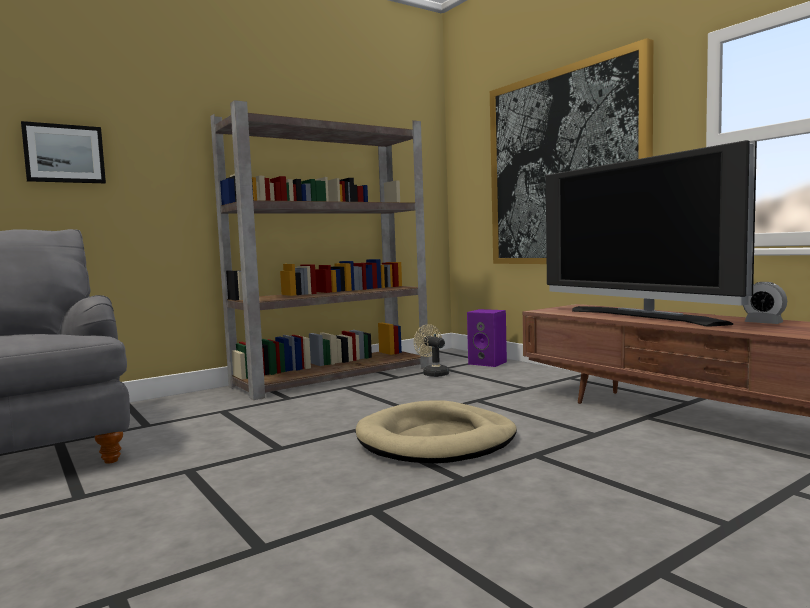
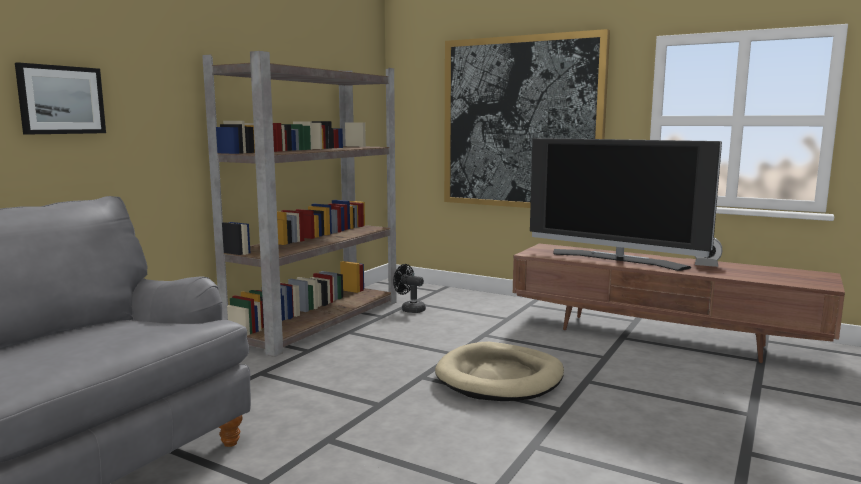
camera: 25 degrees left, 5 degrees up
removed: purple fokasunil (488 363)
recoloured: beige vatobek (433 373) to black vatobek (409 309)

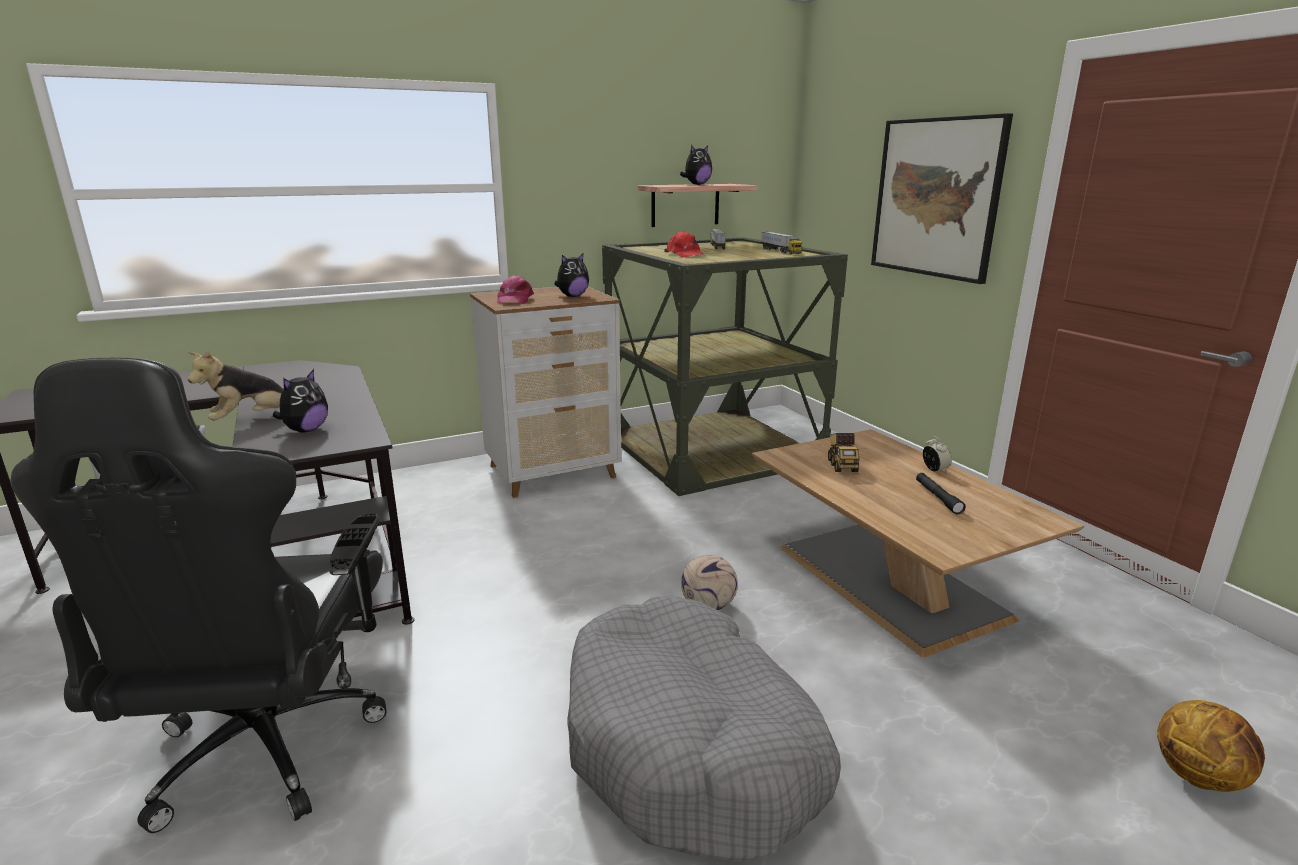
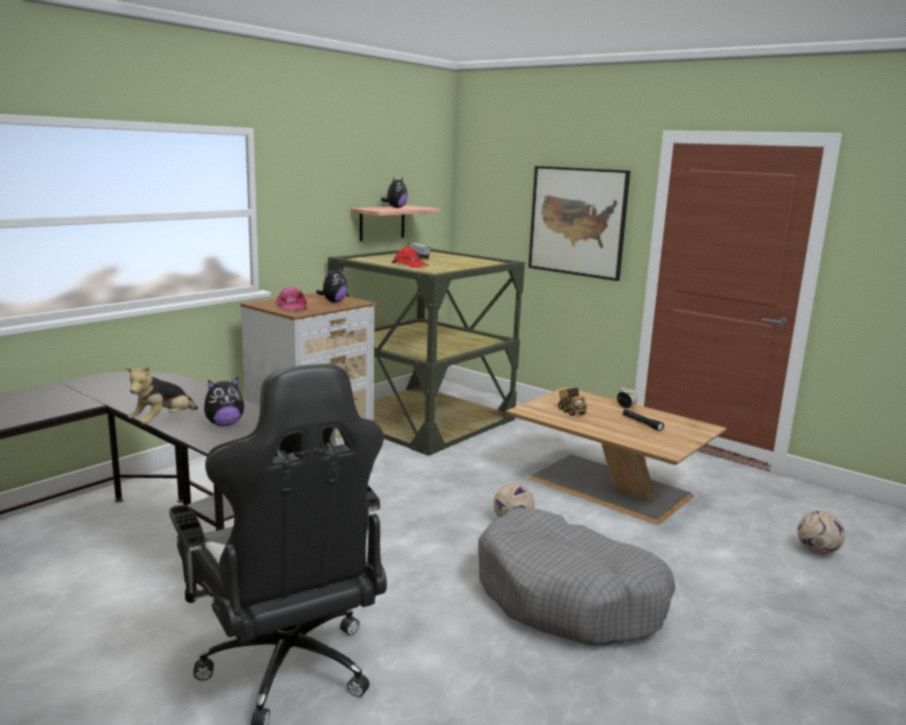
camera: 25 degrees left, 5 degrees down
removed: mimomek (780 251)
replaced: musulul (1199 776) to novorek (817 551)
turned: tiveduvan (305 430) = (224 424) 60 degrees clockwise

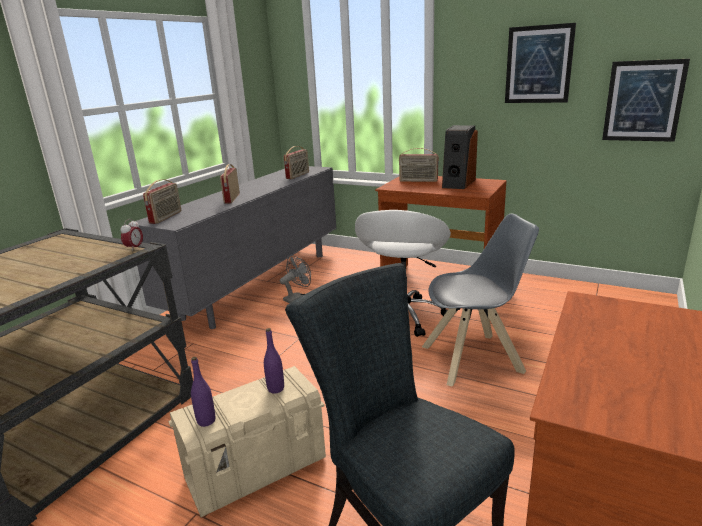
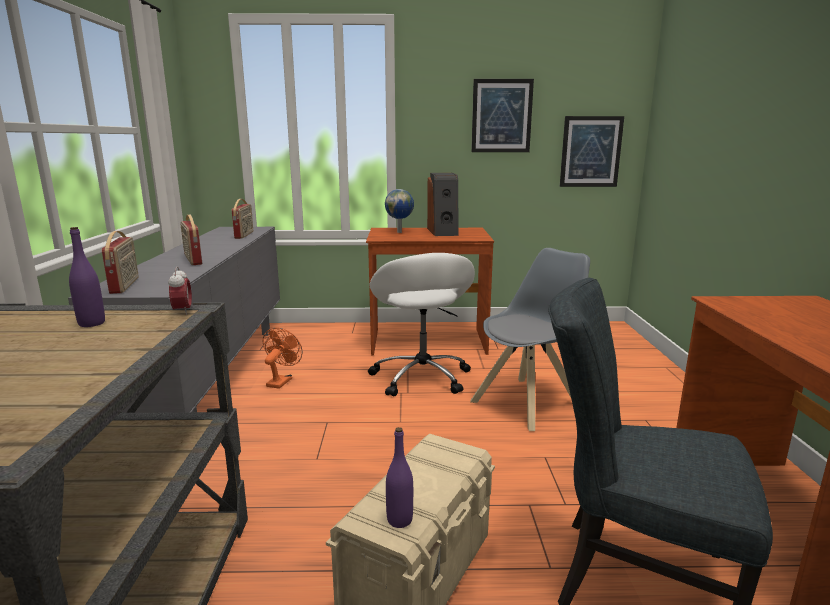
camera: 30 degrees left, 5 degrees down
moved: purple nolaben (276 389) to (92 323)
replaced: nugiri (418 181) to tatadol (400 232)
recoloured: grey vatobek (297 297) to orange vatobek (281 381)

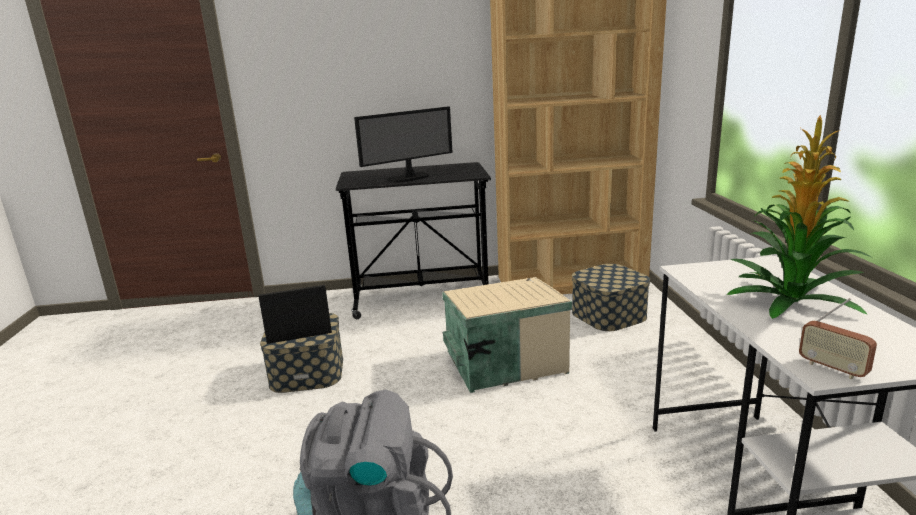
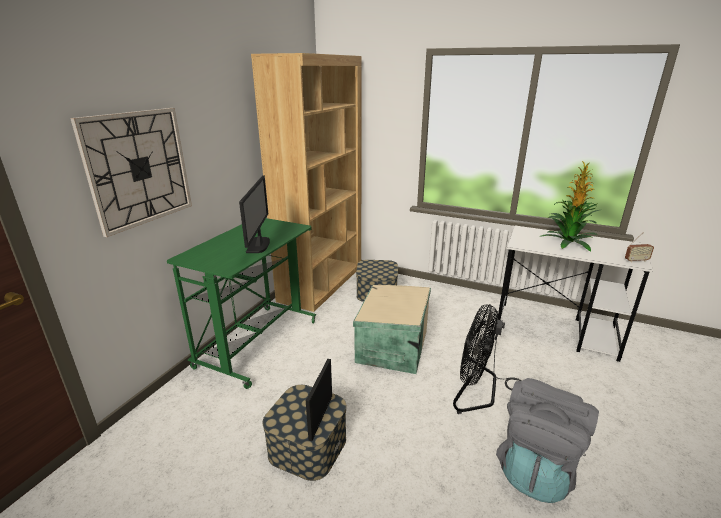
camera: 60 degrees left, 5 degrees up
added: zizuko (139 168); black vatobek (481 386)
recoloured: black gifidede (422 297) to green gifidede (258 343)

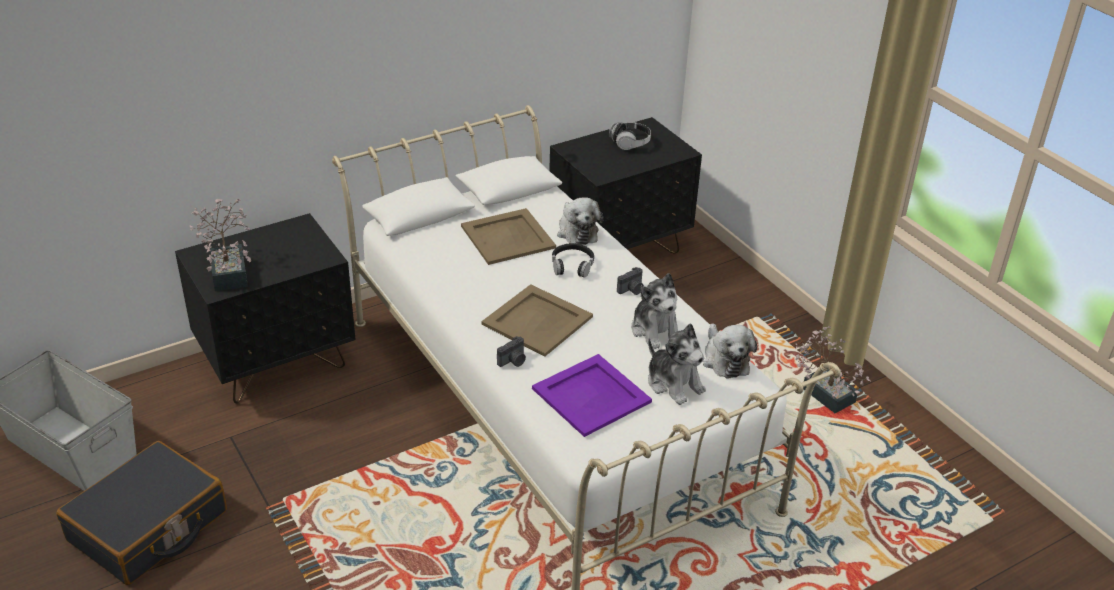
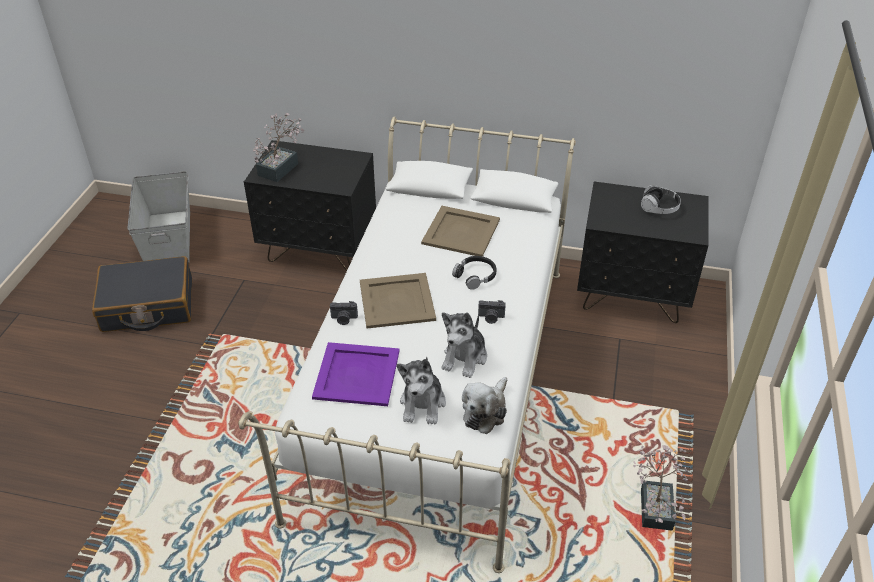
camera: 45 degrees right, 5 degrees up
removed: tiveduvan (577 231)

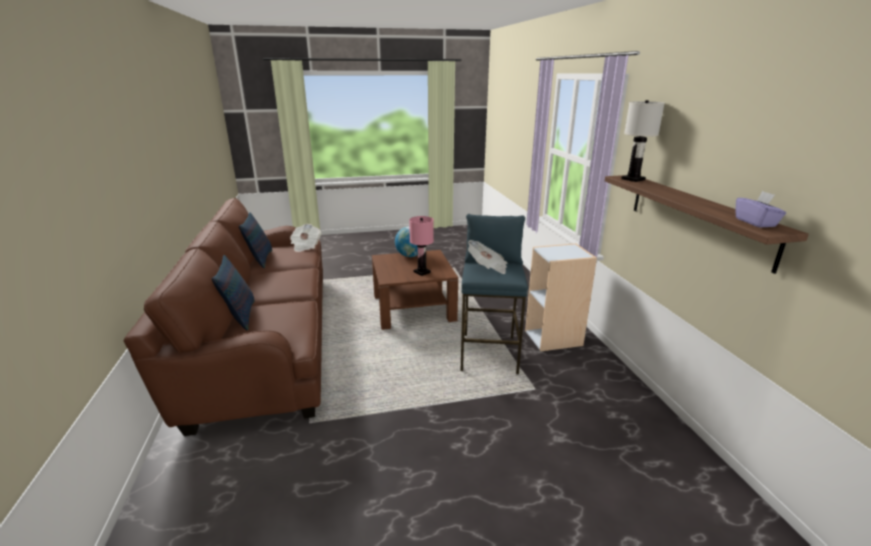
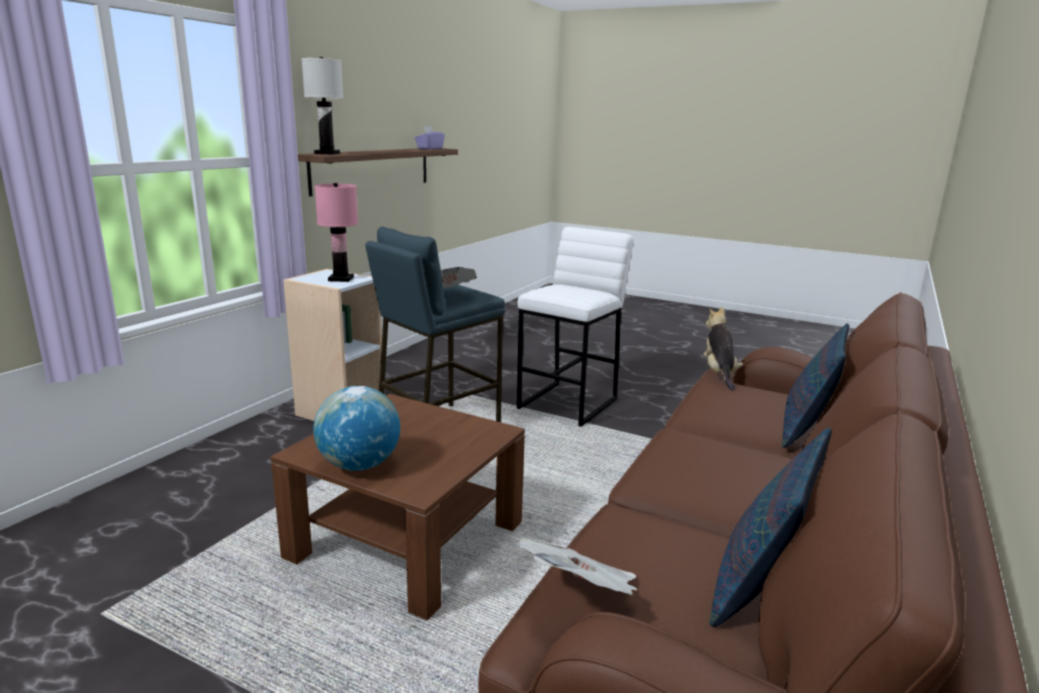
camera: 140 degrees left, 5 degrees down
added: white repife (569 403); tiveduvan (719 373)
moved: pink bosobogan (422 272) to (340 279)

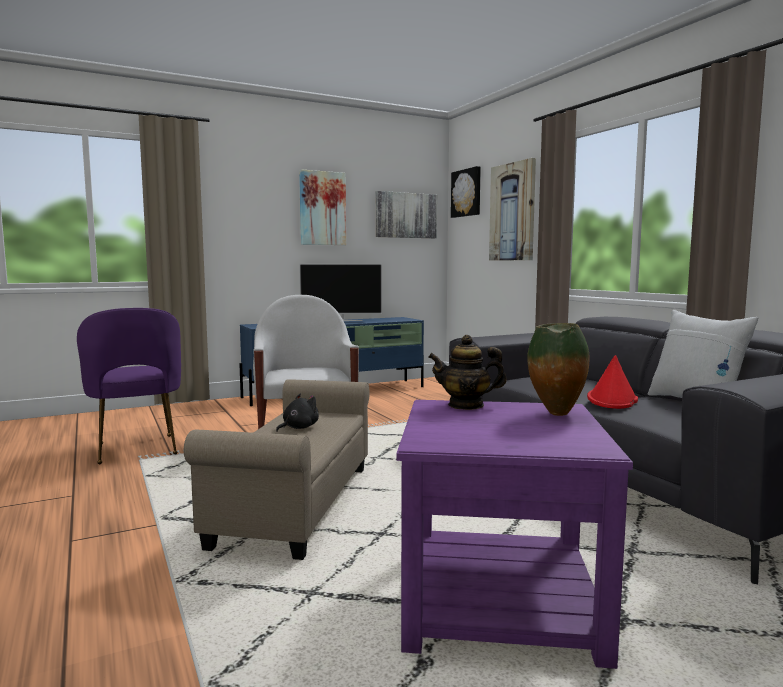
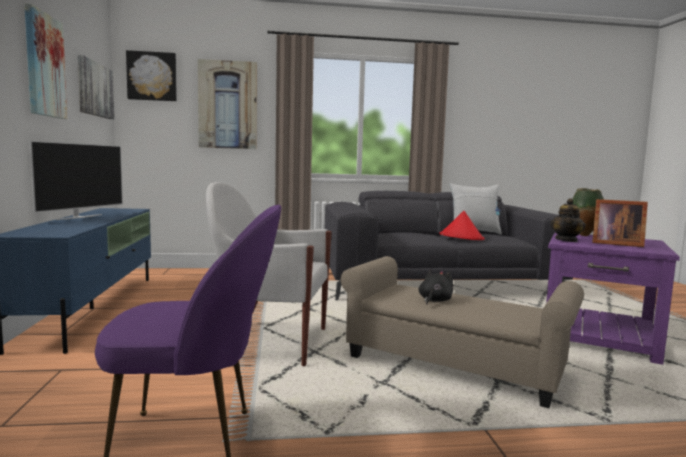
camera: 70 degrees left, 0 degrees up
added: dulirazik (614 243)
turned: black tiveduvan (298 427) = (434 300) 60 degrees clockwise

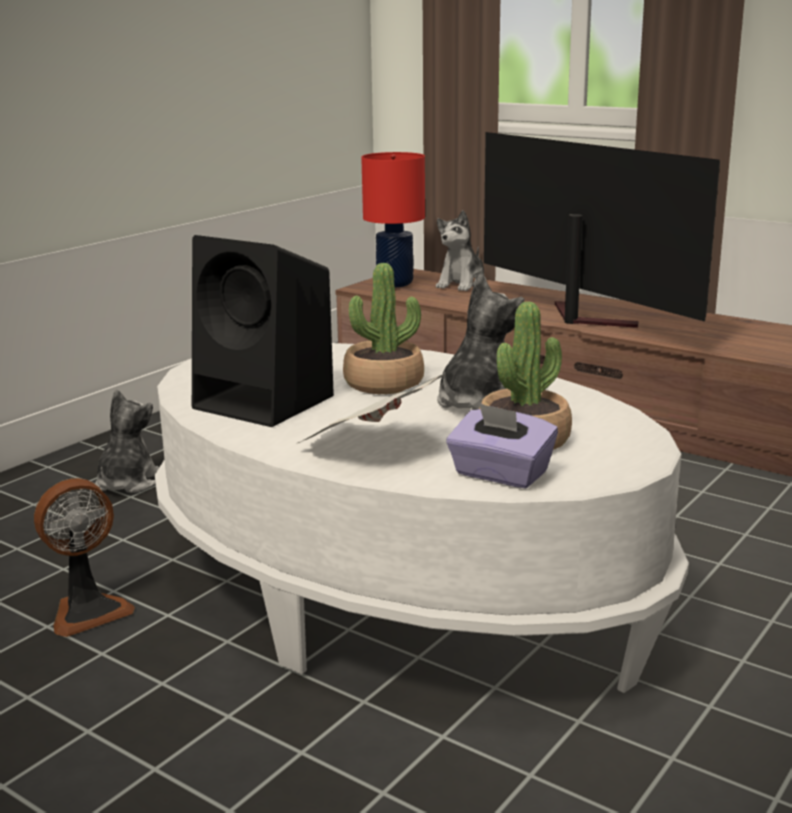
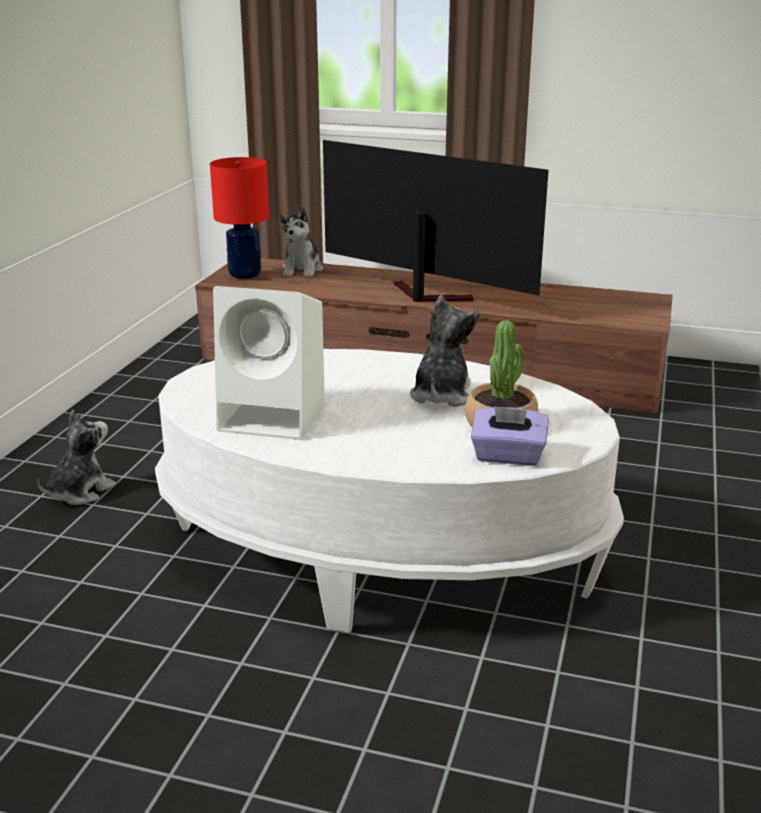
camera: 20 degrees left, 5 degrees up
removed: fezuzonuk (383 383); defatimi (370 447); vatobek (88 611)
recoloured: black fokasunil (267 402) to white fokasunil (275 417)
turned: tiveduvan (127 483) = (80 492) 45 degrees clockwise

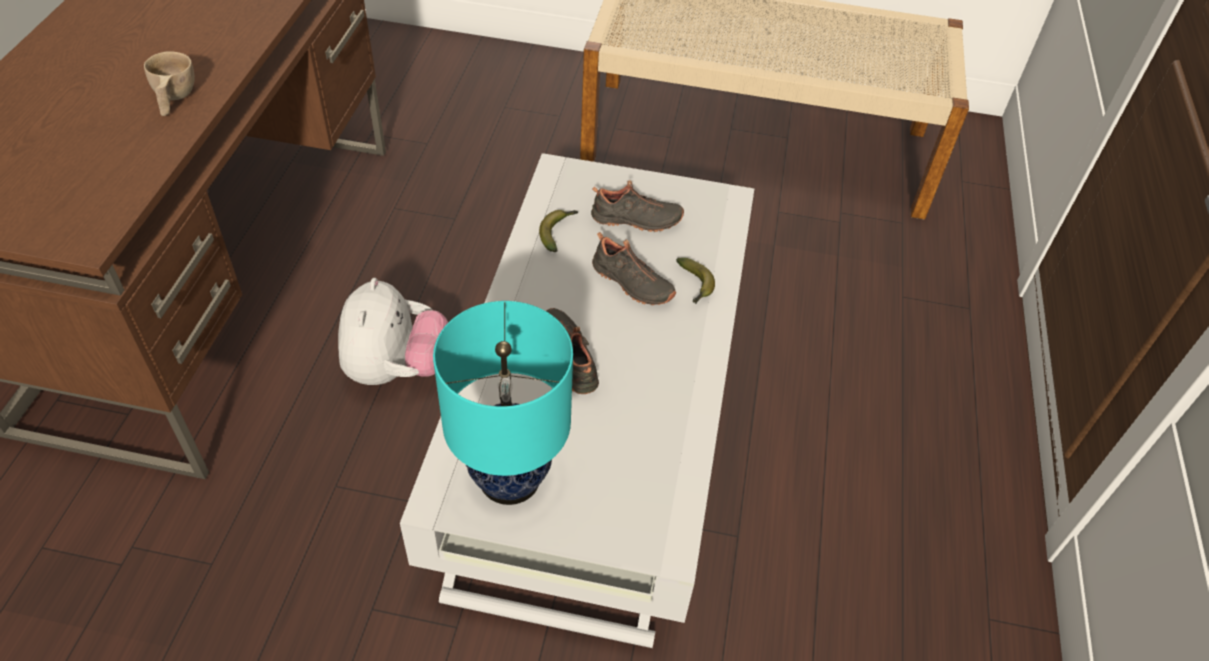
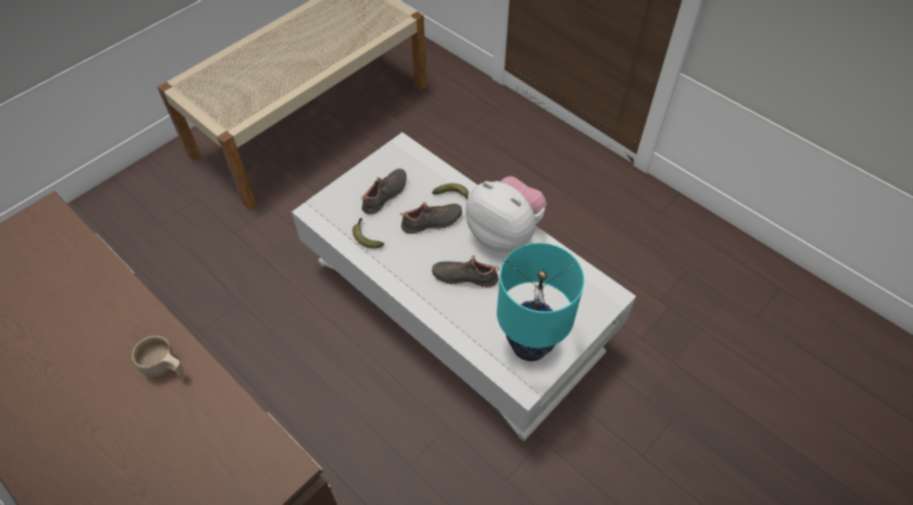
camera: 55 degrees left, 5 degrees up
moved: tiveduvan (396 369) to (504 234)

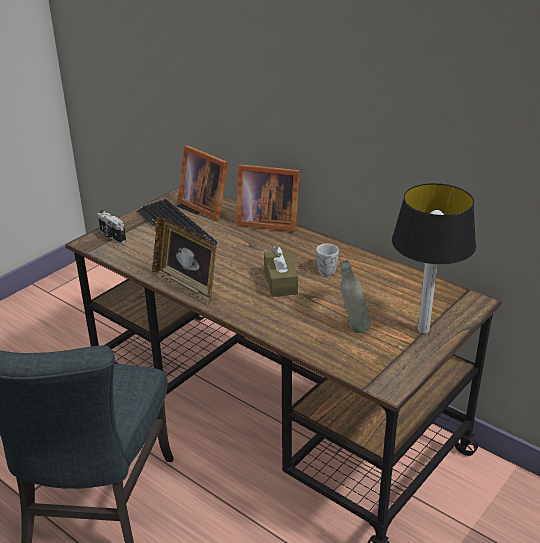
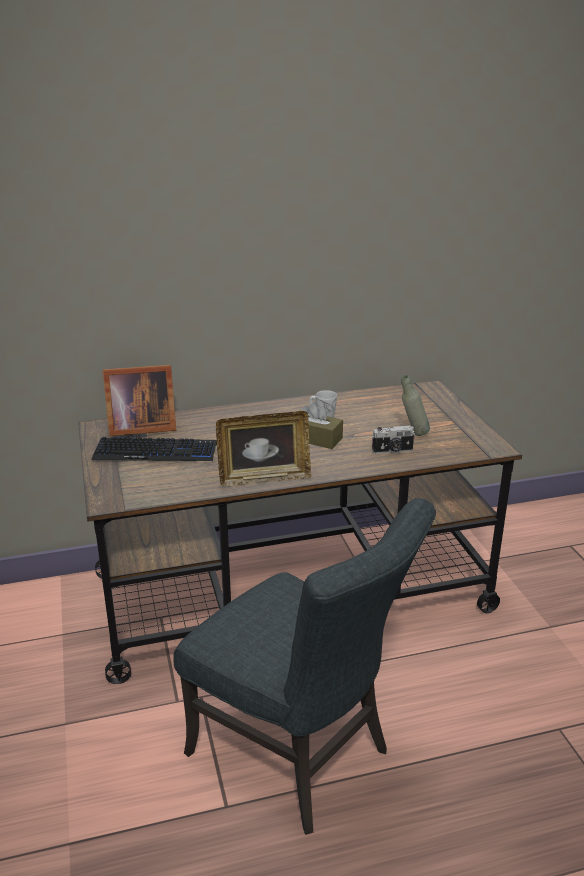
camera: 55 degrees left, 5 degrees down
removed: dulirazik (266 221); bosobogan (424 330)
moved: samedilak (112 236) to (392 451)

